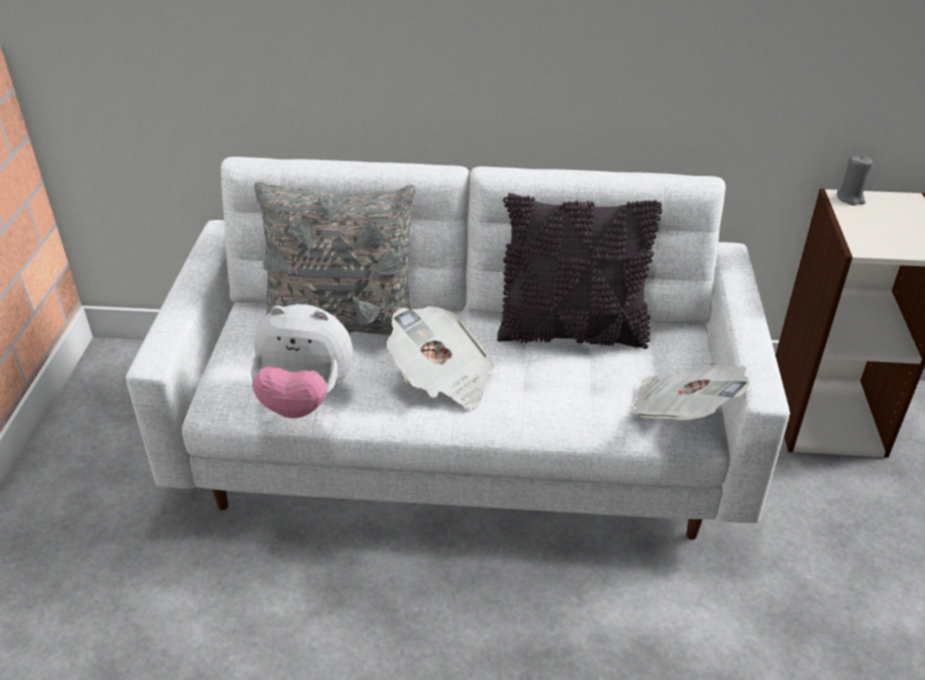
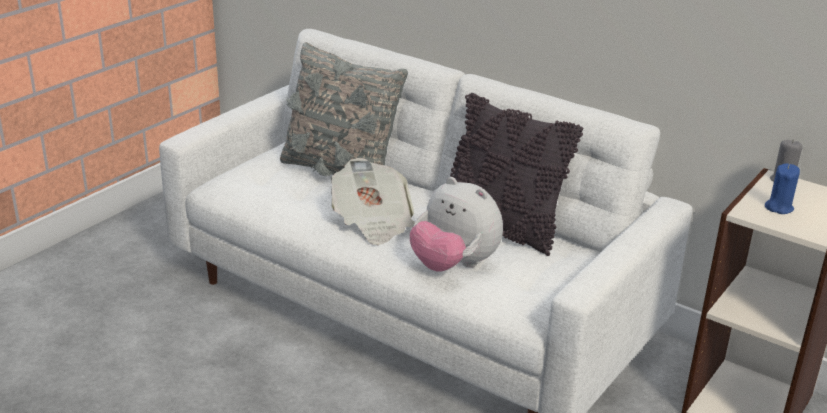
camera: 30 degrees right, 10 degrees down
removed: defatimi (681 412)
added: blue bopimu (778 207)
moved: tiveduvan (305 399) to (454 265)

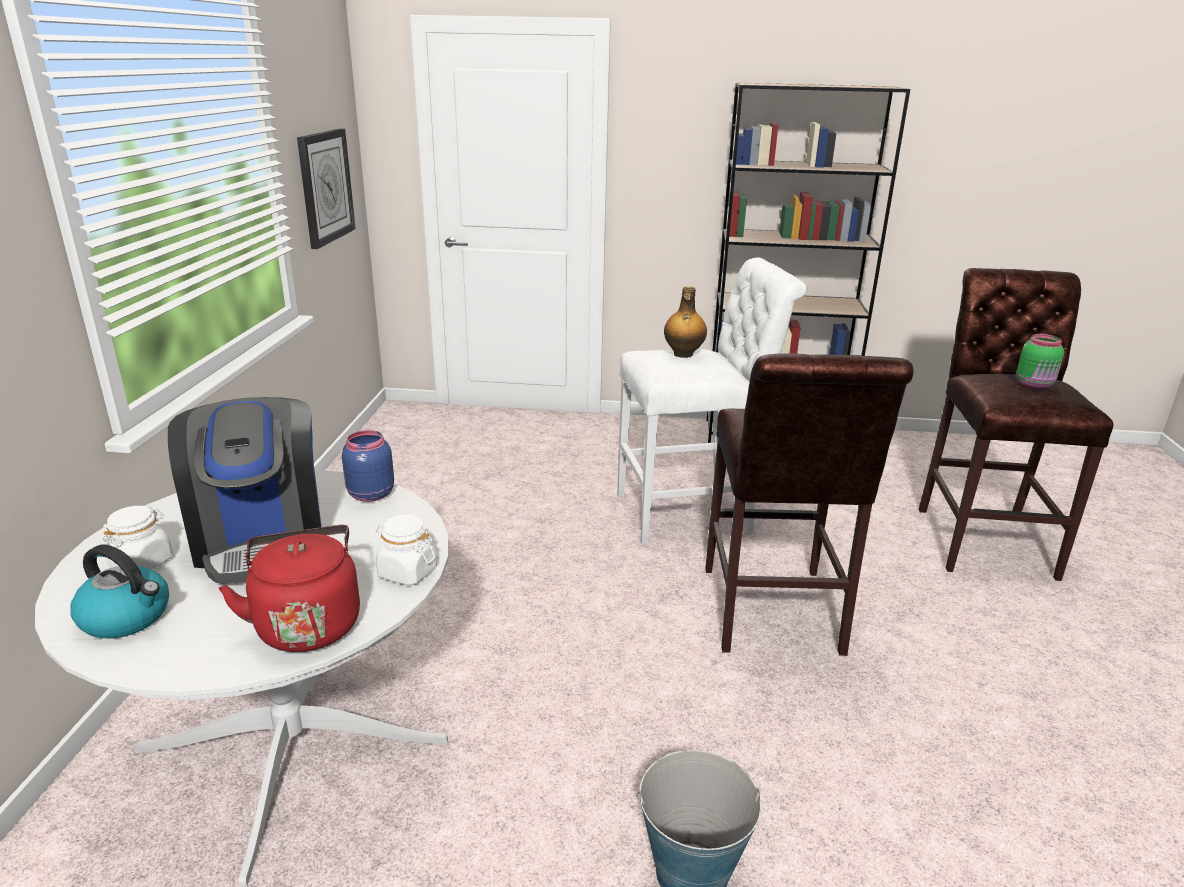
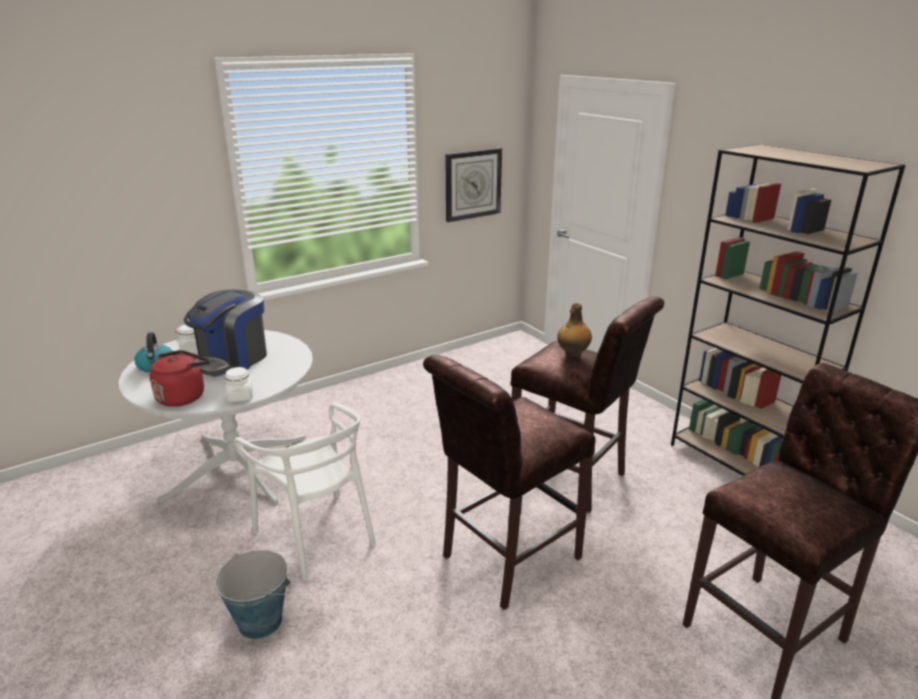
camera: 50 degrees right, 0 degrees up
removed: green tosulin (1035 385); blue tosulin (369 495)
added: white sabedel (316 535)
recoloured: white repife (692 513) to brown repife (572 479)

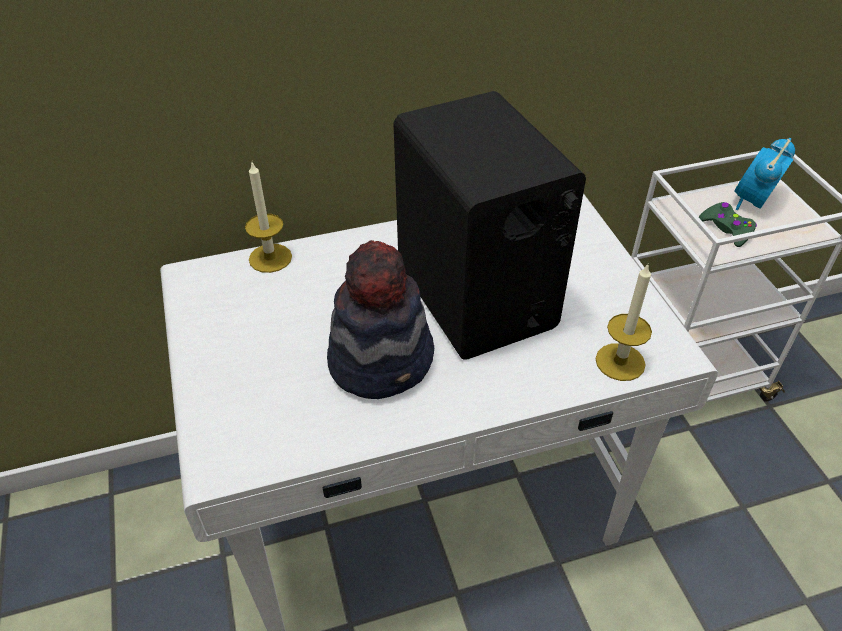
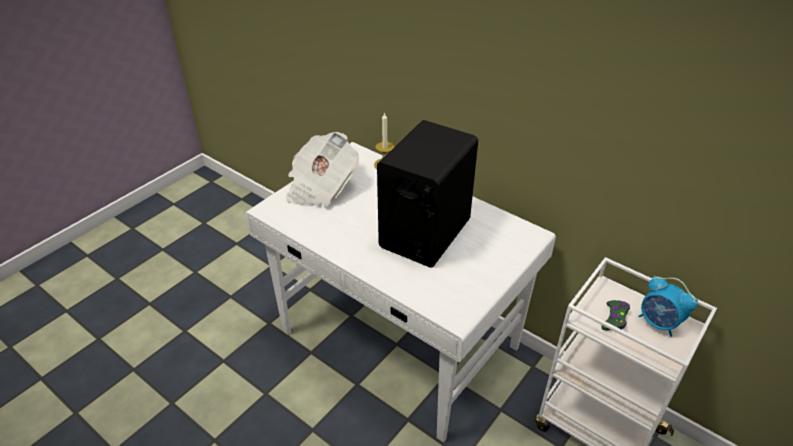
camera: 55 degrees right, 5 degrees down
removed: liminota (382 359); bopimu (620 362)
added: defatimi (321 187)
turned: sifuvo (753 202) = (658 323) 135 degrees counterclockwise

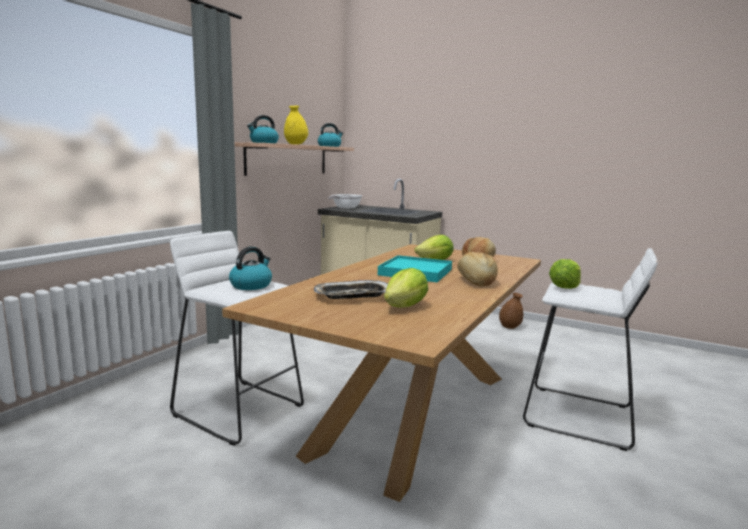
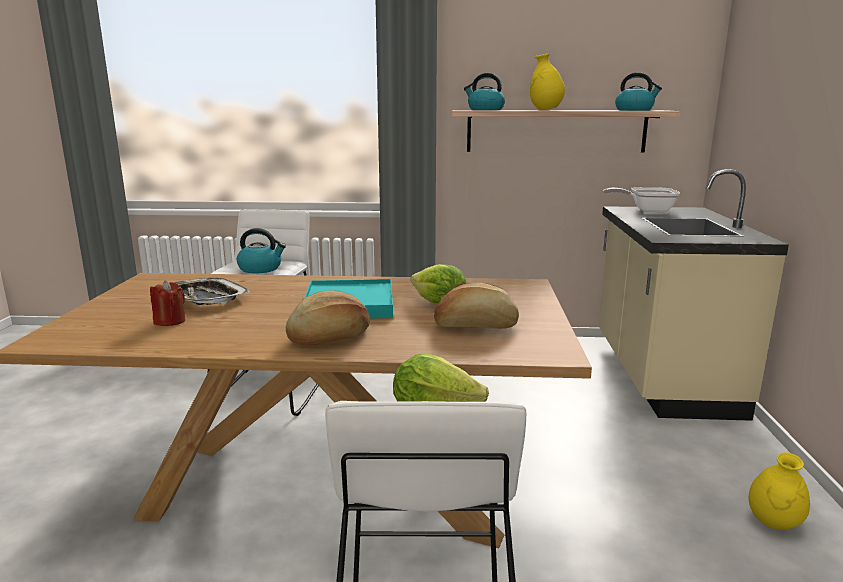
camera: 65 degrees right, 5 degrees up
replaced: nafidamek (405 307) to red bopimu (170 321)
recoloured: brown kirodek (510 327) to yellow kirodek (773 523)

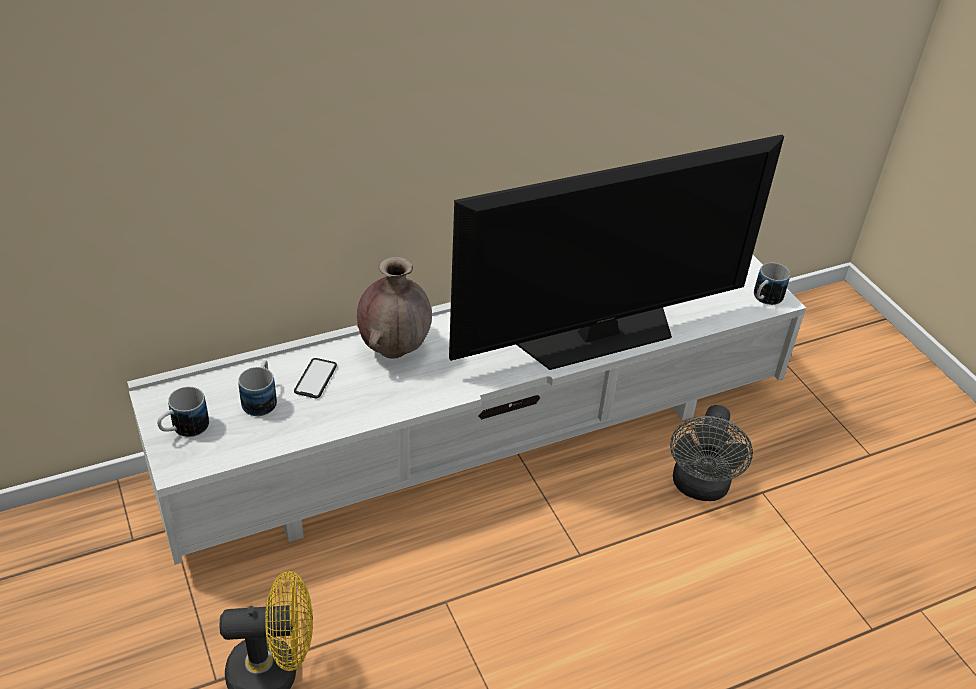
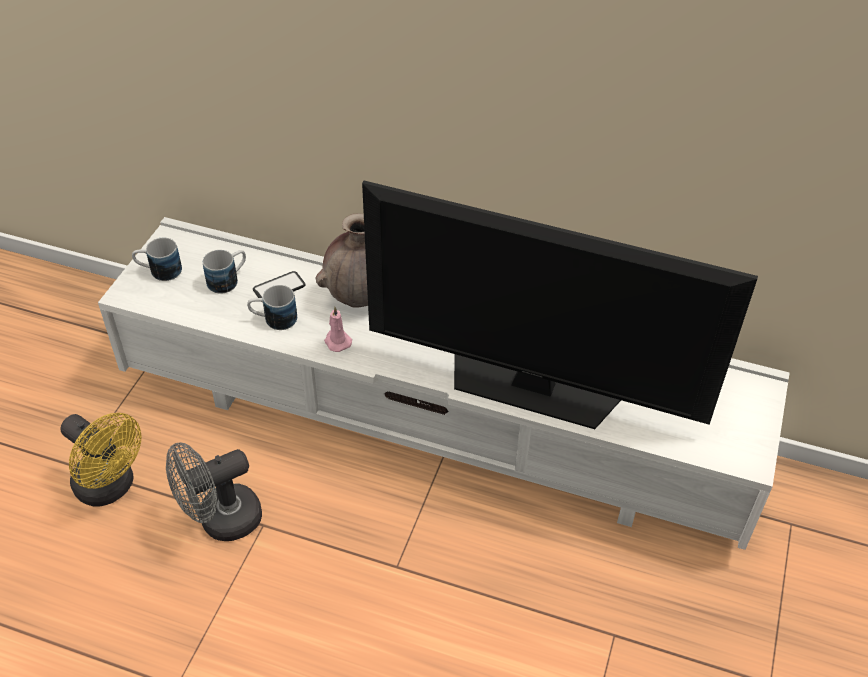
camera: 45 degrees right, 5 degrees up
added: pink bopimu (337 341)
moved: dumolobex (764 299) to (273 319); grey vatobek (700 488) to (221 521)

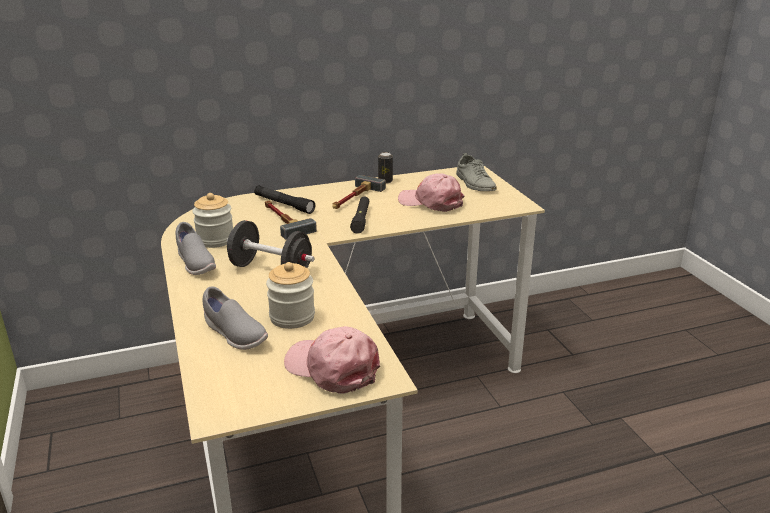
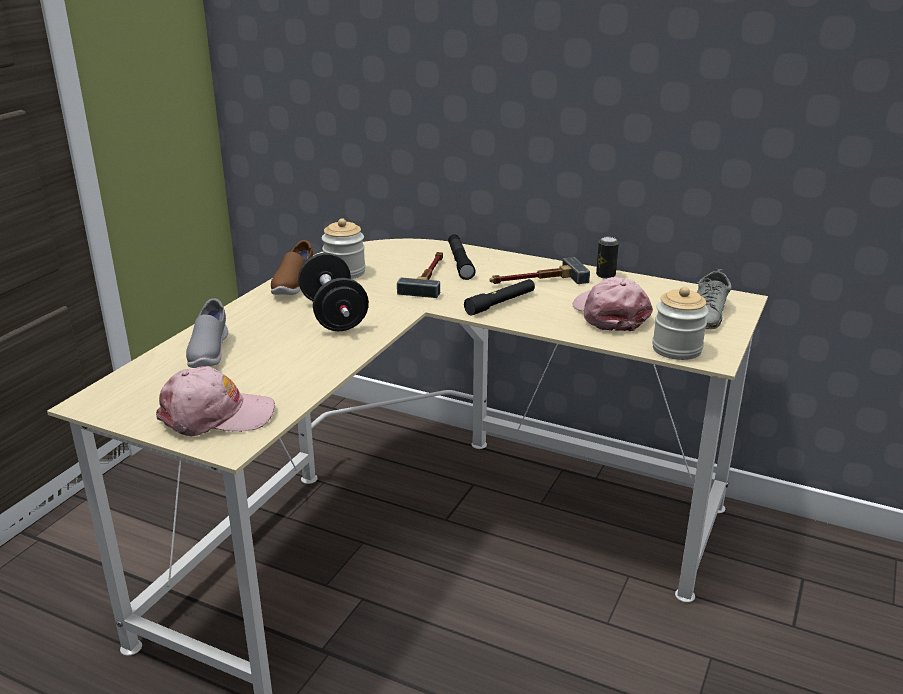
camera: 45 degrees right, 0 degrees up
moved: tosulin (292 317) to (677 349)
recoloured: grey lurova (195 264) to brown lurova (293 285)
turned: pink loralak (332 368) = (215 415) 90 degrees clockwise

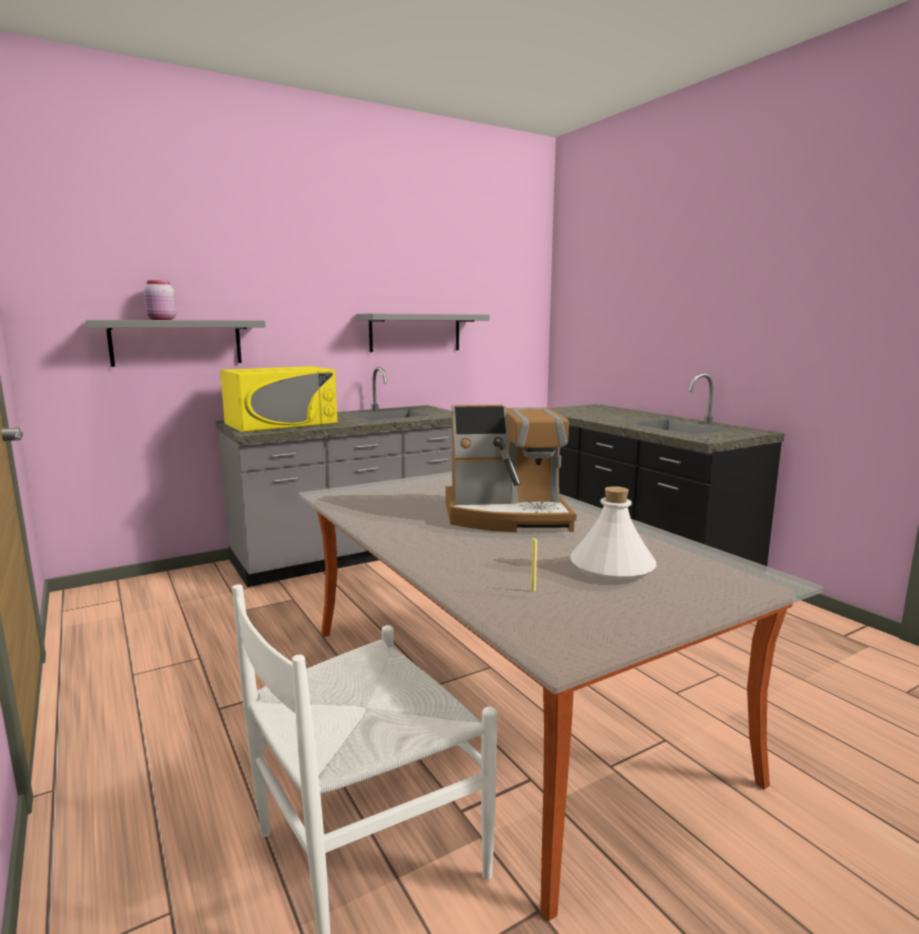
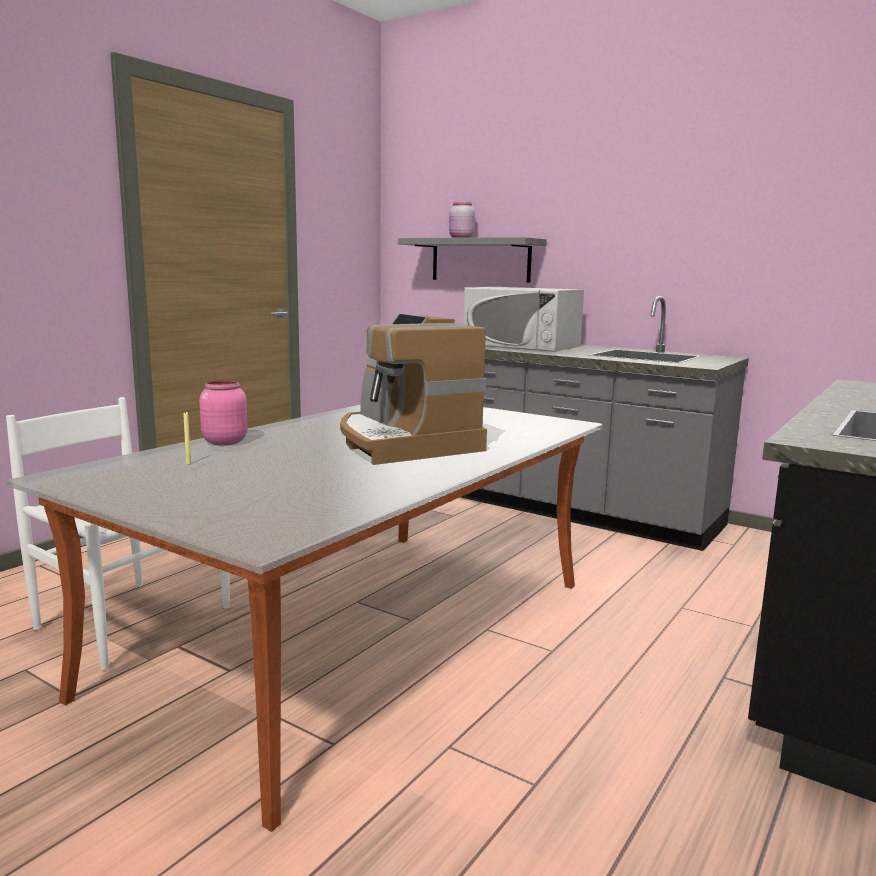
camera: 65 degrees right, 0 degrees up
removed: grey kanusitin (415 332); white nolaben (611 568)
added: pink tosulin (223 442)
recoloured: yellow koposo (281 423) to white koposo (522 345)

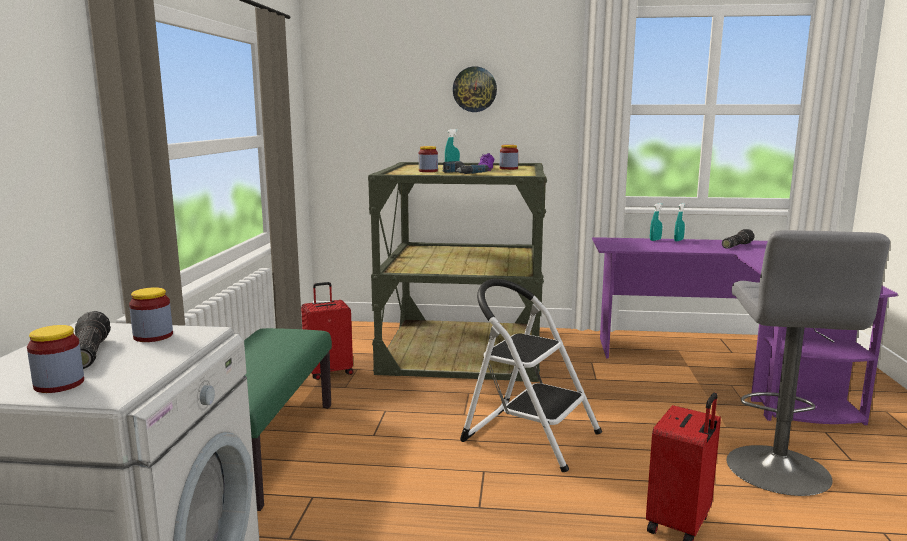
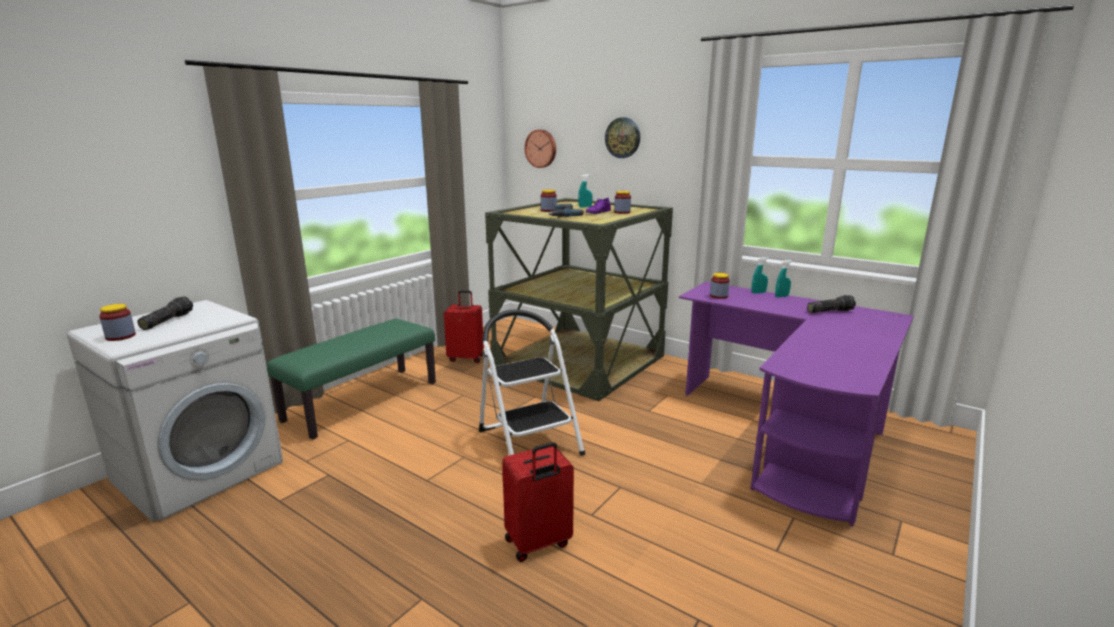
camera: 30 degrees right, 5 degrees up
removed: grey repife (777 470)
added: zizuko (541 148)
moved: tosulin (153 336) to (718 296)

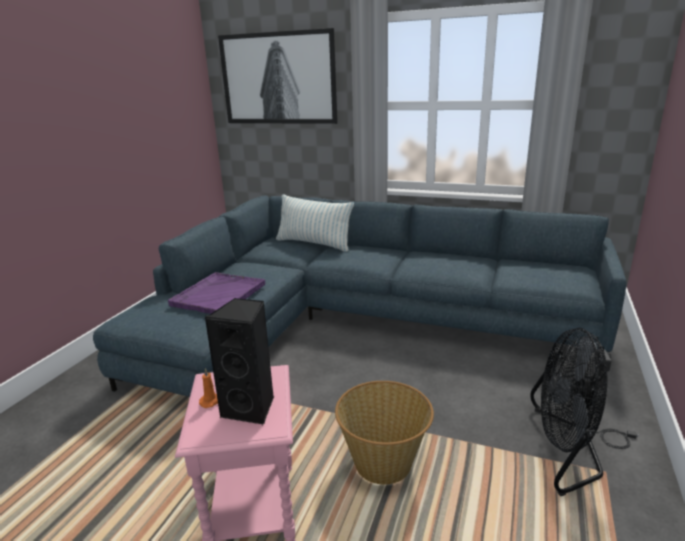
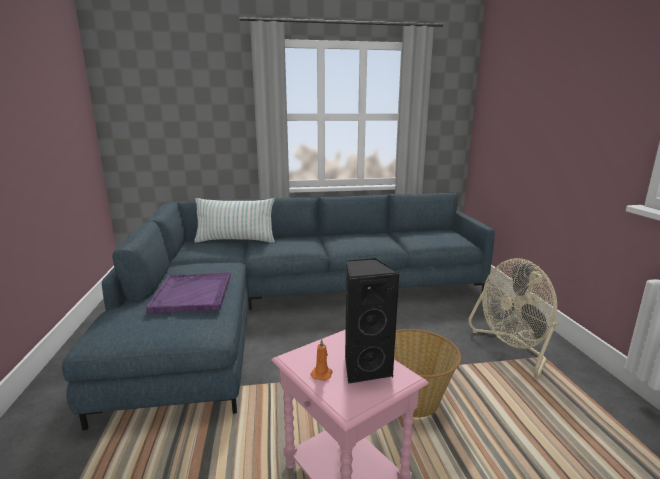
camera: 30 degrees left, 5 degrees down
removed: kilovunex (278 79)
recoloured: black vatobek (572 448) to beige vatobek (514 348)

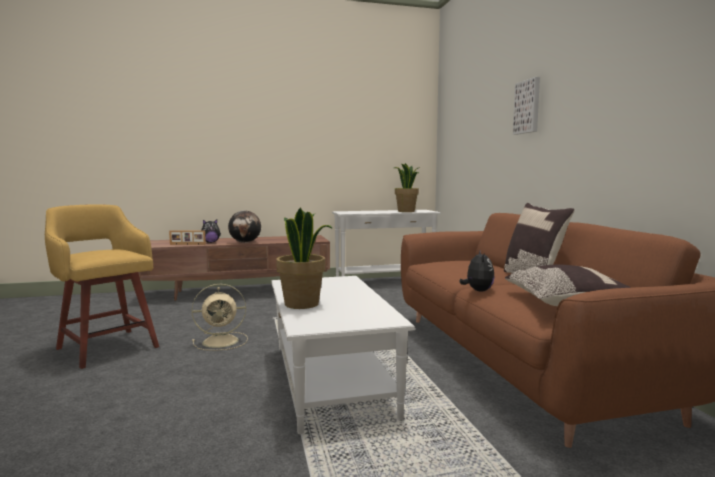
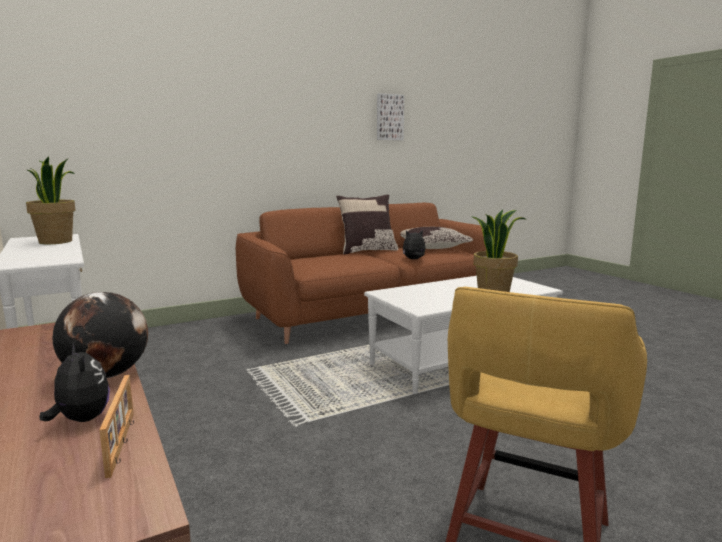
camera: 105 degrees left, 5 degrees up
removed: beige vatobek (222 341)
moved: kilovunex (528 107) to (389 117)

